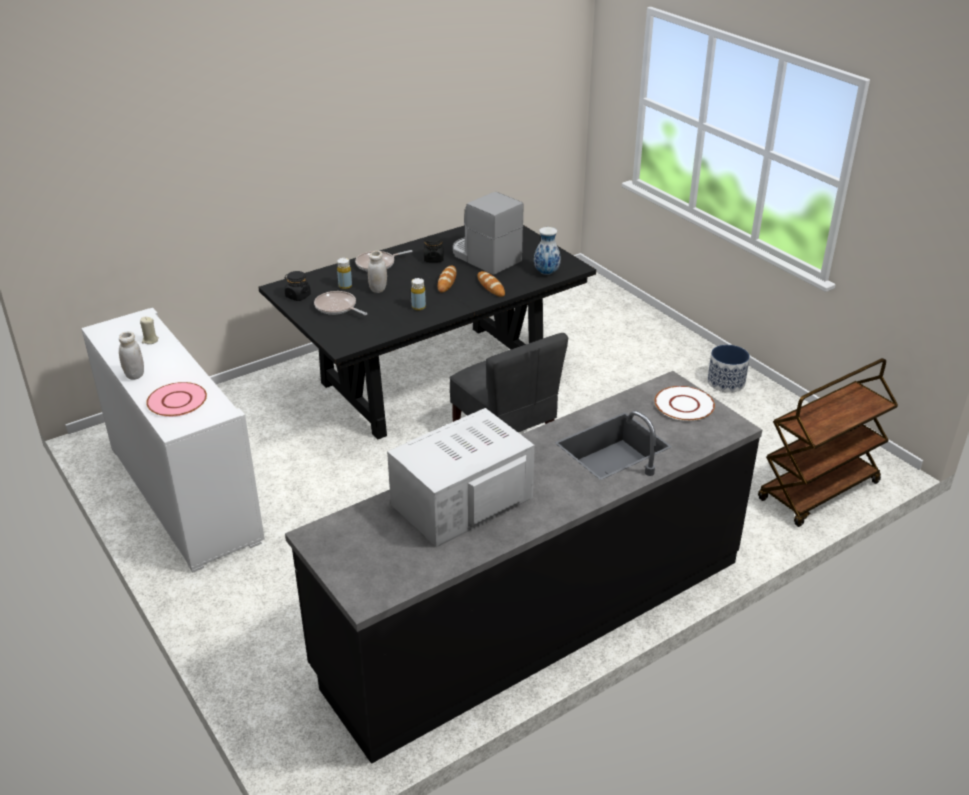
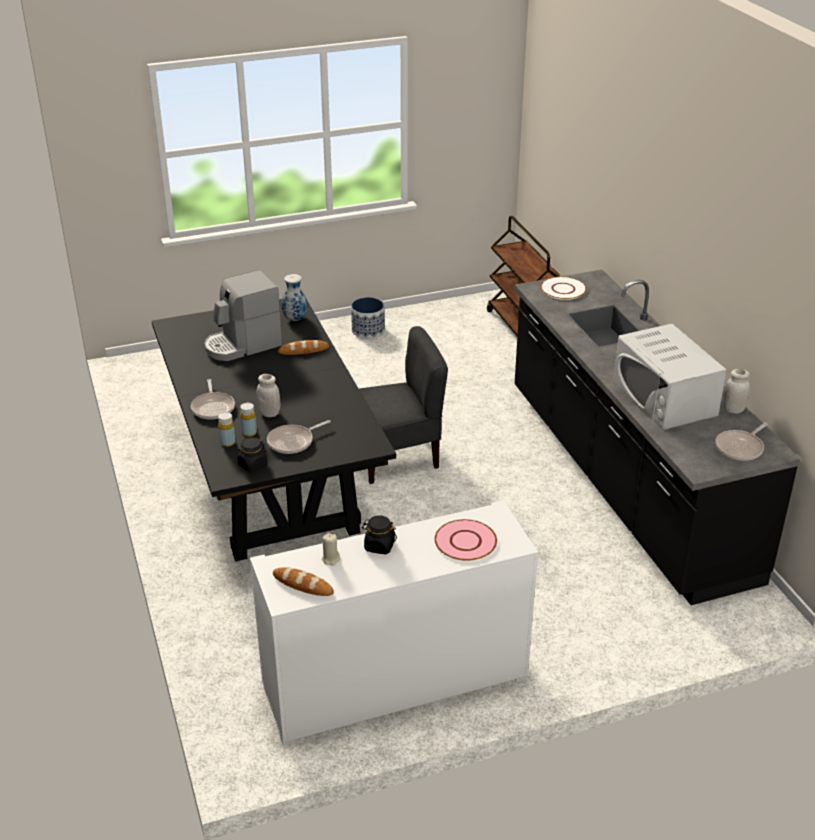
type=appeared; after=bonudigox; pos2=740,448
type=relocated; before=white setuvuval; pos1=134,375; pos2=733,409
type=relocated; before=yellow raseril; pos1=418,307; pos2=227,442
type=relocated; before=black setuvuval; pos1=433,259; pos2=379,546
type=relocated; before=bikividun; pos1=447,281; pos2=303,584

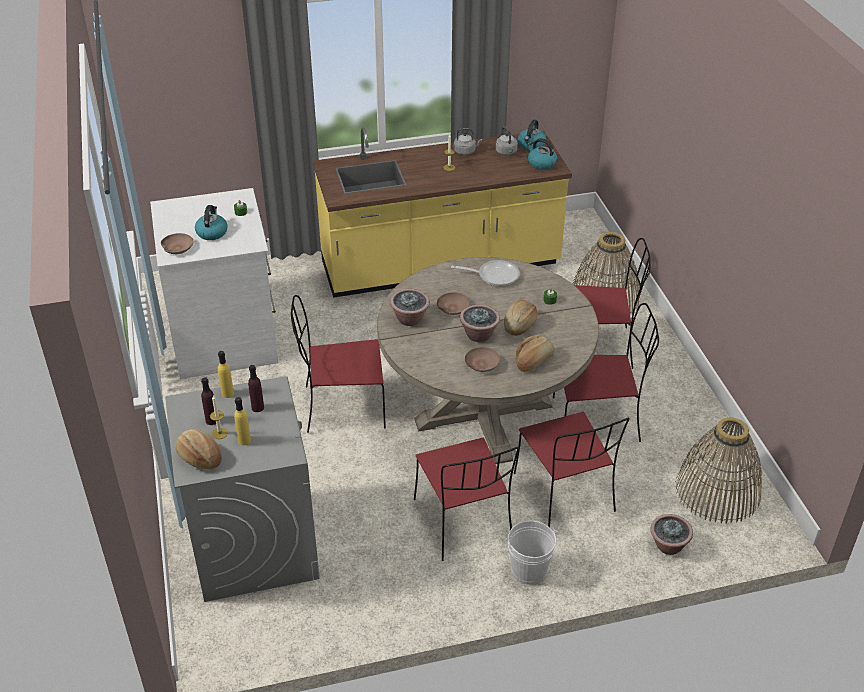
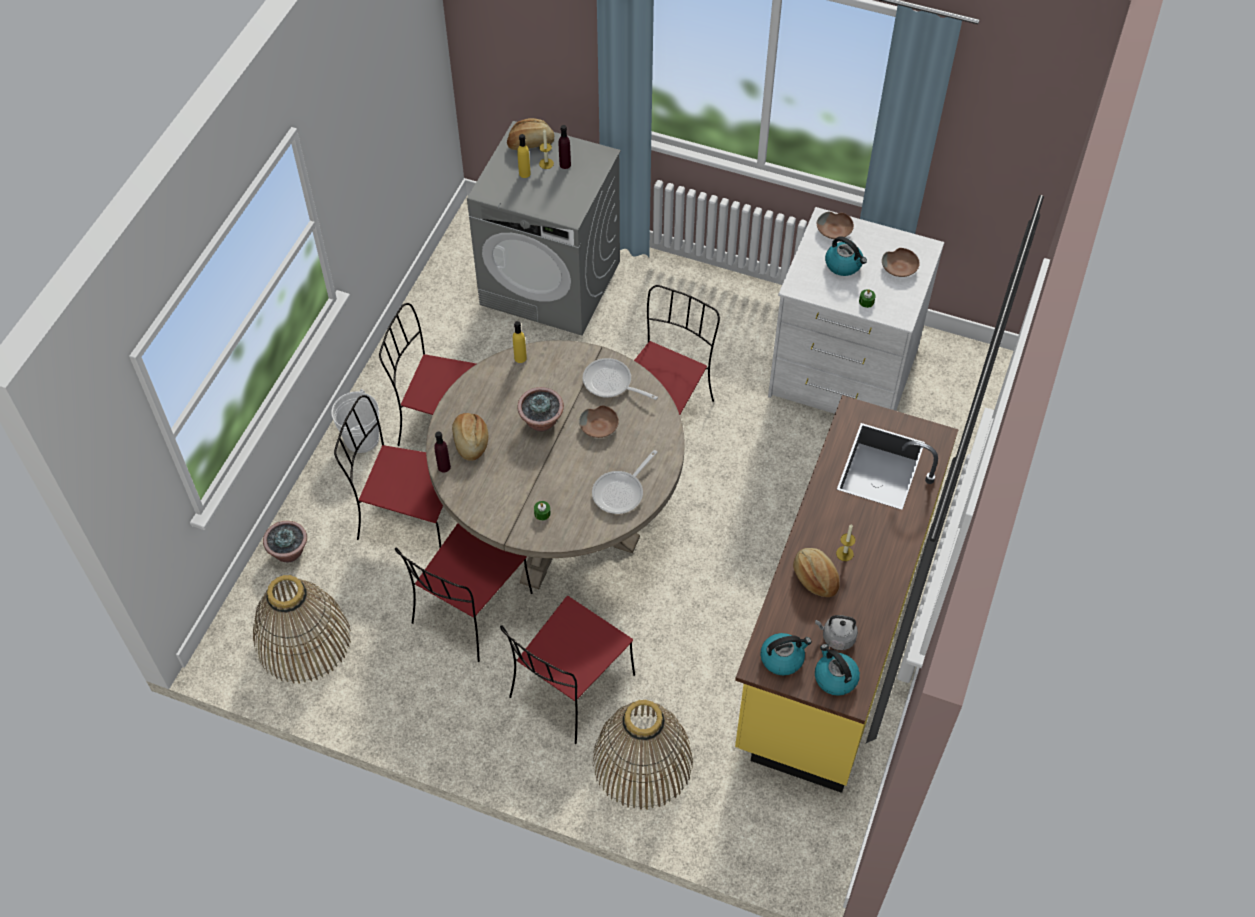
type=missing; before=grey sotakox; pos1=466,151
type=relocated; before=yellow raseril; pos1=227,393; pos2=520,358
type=relocated; before=purple raseril; pos1=257,408; pos2=444,467
type=relocated; before=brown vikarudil; pos1=481,364; pos2=900,267
type=relocated; before=bikividun; pos1=519,324; pos2=815,577
type=exchanged; before=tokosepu; after=bonudigox; pos1=410,319; pos2=611,383

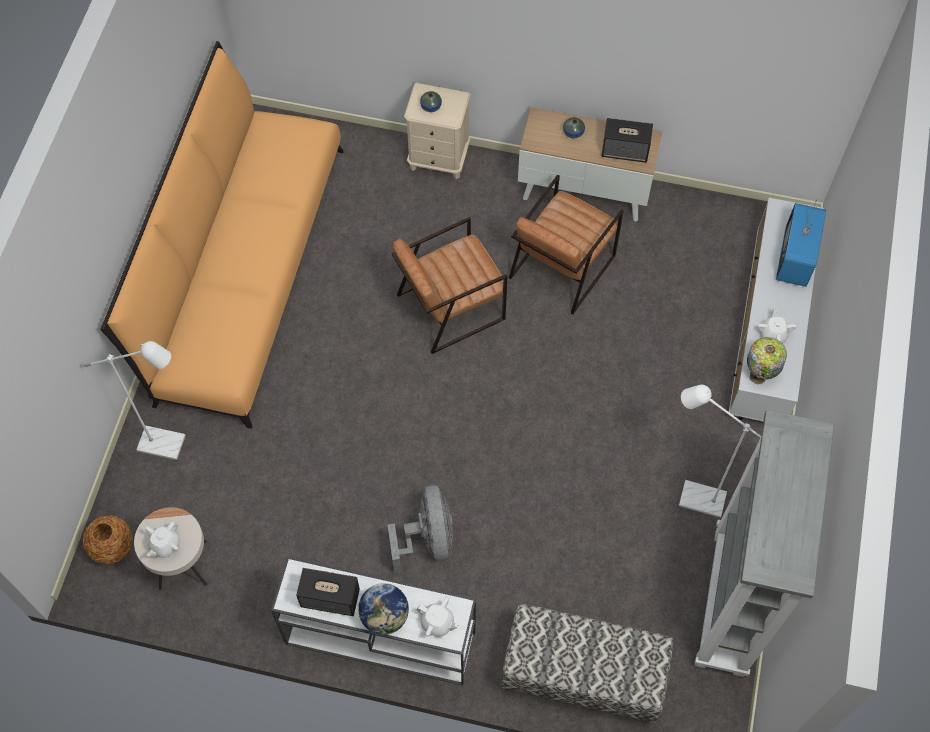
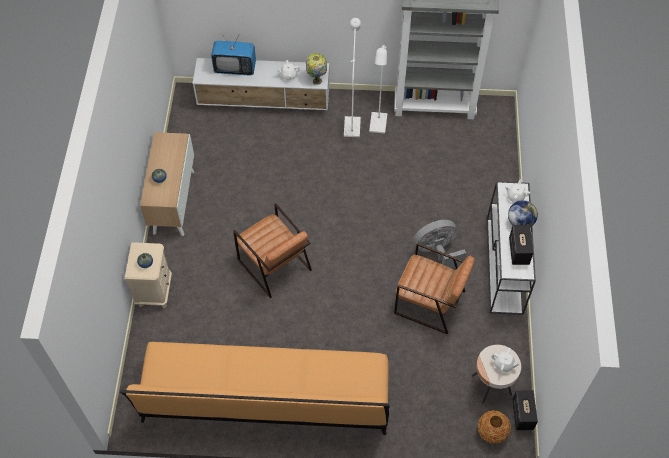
type=missing; before=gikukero; pos1=582,675
type=relocated; before=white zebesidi; pos1=170,445; pos2=352,123
type=relocated; before=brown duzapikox; pos1=561,266; pos2=429,302
type=relocated; before=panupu; pos1=625,151; pos2=522,414

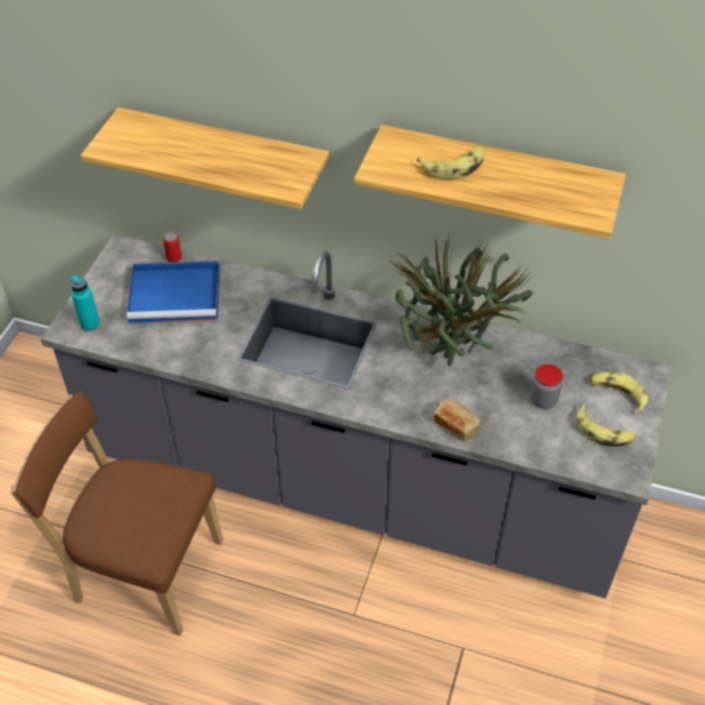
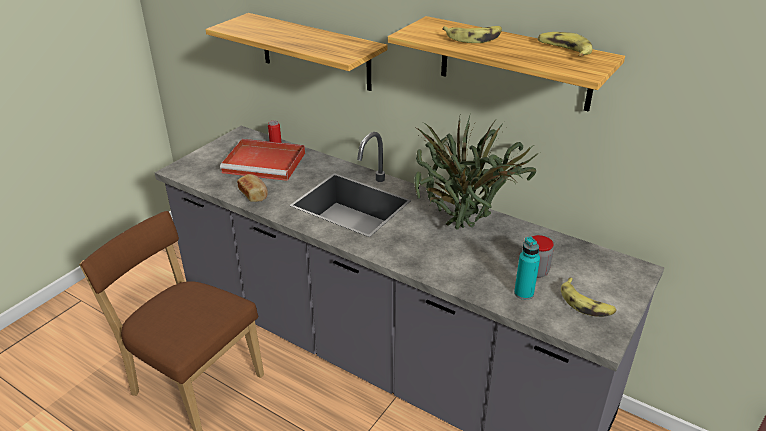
type=relocated; before=turquoise raseril; pos1=90,324; pos2=523,293
type=relocated; before=bikividun; pos1=456,425; pos2=254,194
type=relocated; before=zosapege; pos1=617,394; pos2=564,50
type=colour; before=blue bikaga; after=red bikaga; pos1=177,295; pos2=266,163

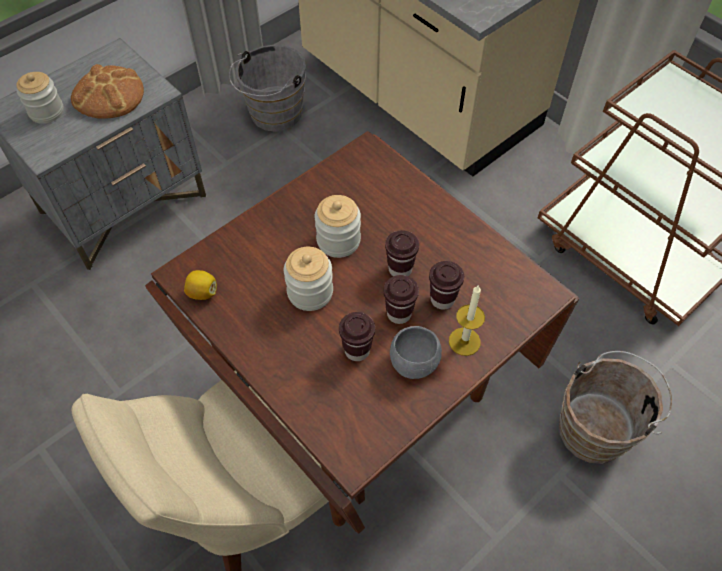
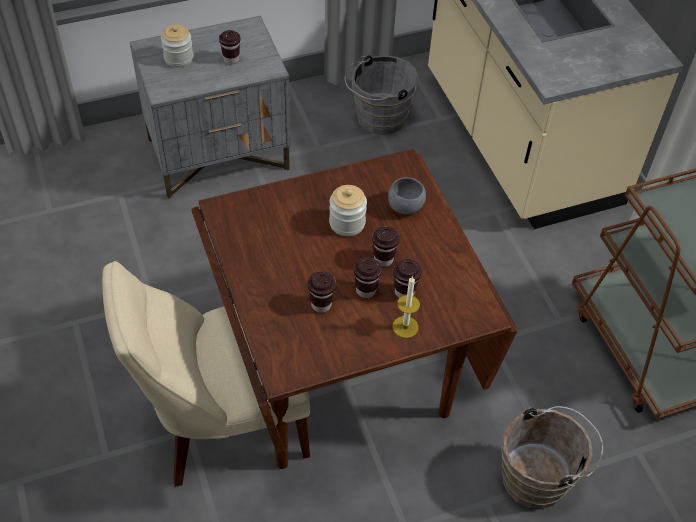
type=missing; before=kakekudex; pos1=202,292
type=missing; before=setuvuval; pos1=310,292
type=relocated; before=grey vikarudil; pos1=414,362; pos2=405,206
type=exchanged; before=bikividun; after=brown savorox; pos1=108,95; pos2=231,59

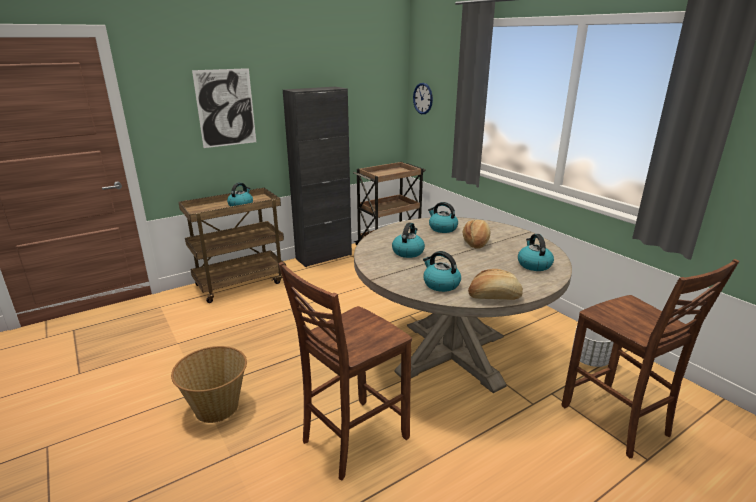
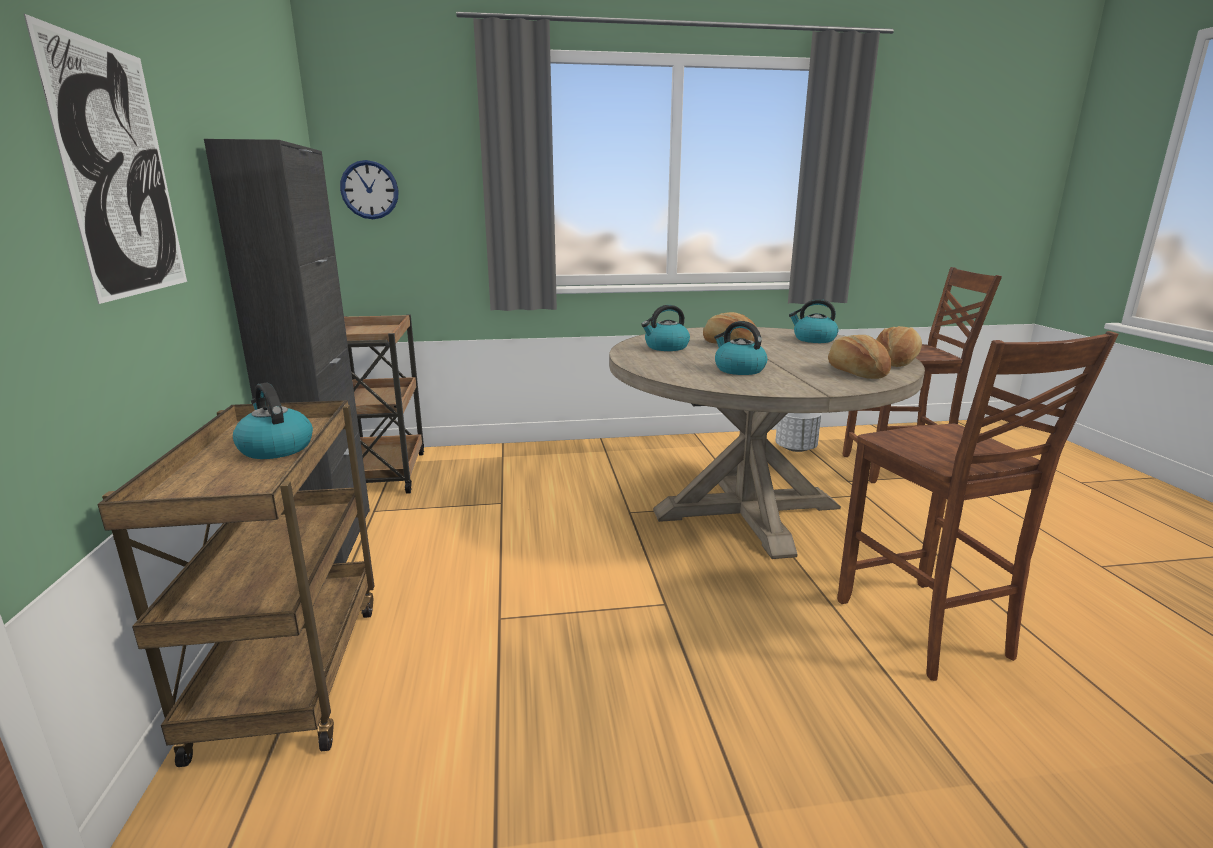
type=missing; before=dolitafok; pos1=216,407
type=exchanged; before=sotakox; after=bikividun; pos1=440,284; pos2=856,372

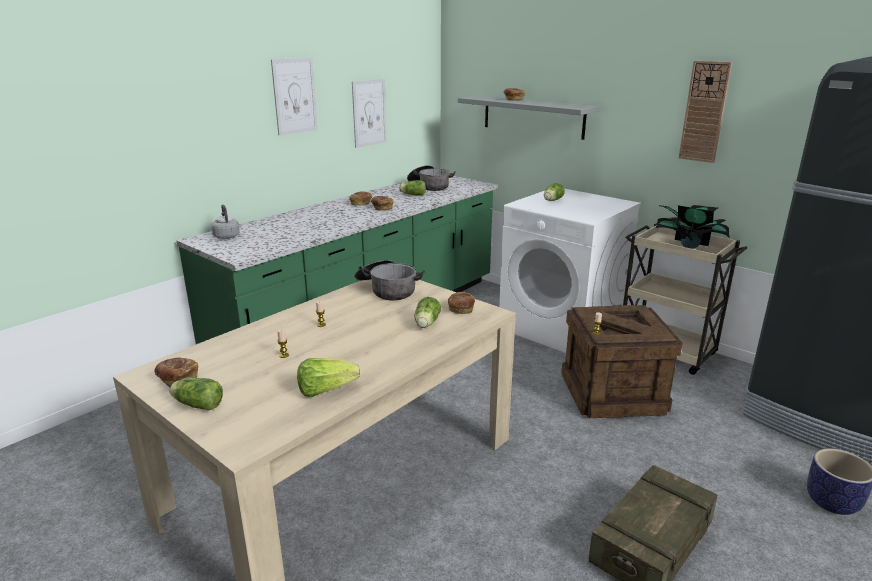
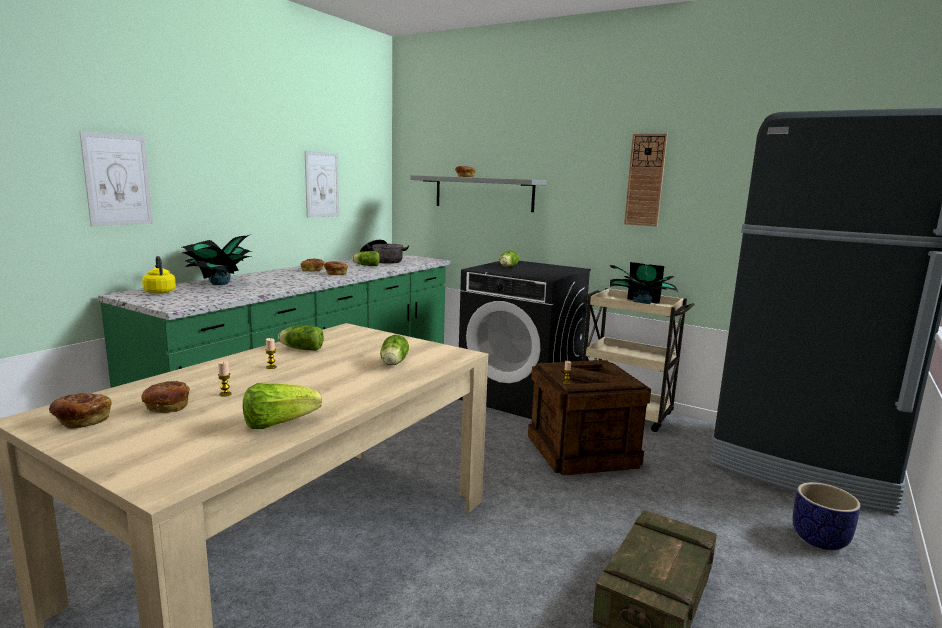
type=missing; before=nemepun; pos1=387,290
type=appeared; after=tokosepu; pos2=219,284
type=relocated; before=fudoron; pos1=197,404; pos2=301,349
type=relocated; before=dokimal; pos1=295,96; pos2=117,180
type=relocated; before=bikividun; pos1=460,310; pos2=167,407
type=colour; before=grey sotakox; after=yellow sotakox; pos1=226,236; pos2=159,292
type=colour; before=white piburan; after=black piburan; pos1=561,327; pos2=520,396

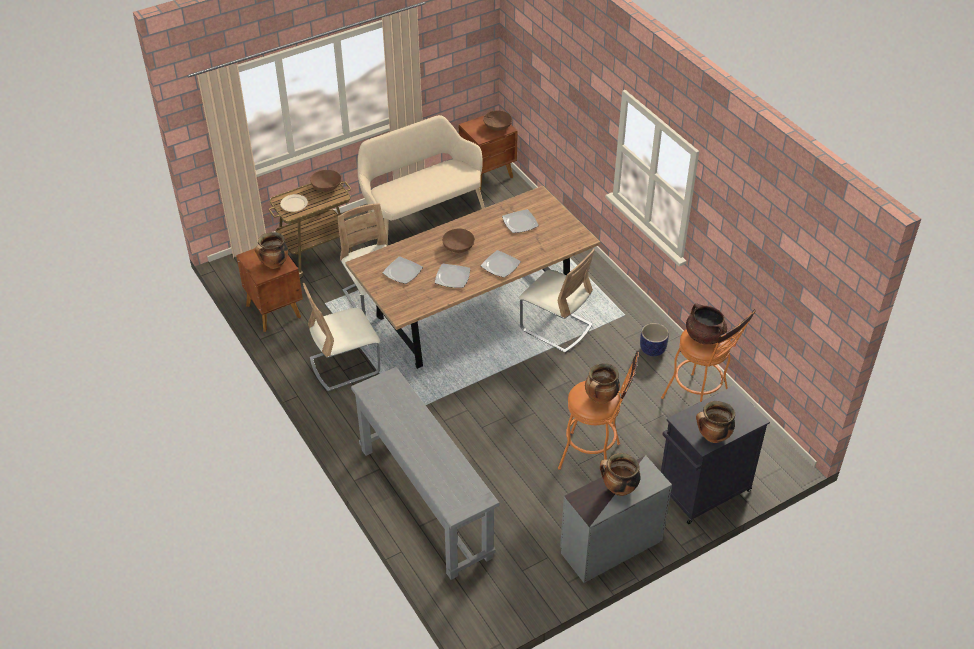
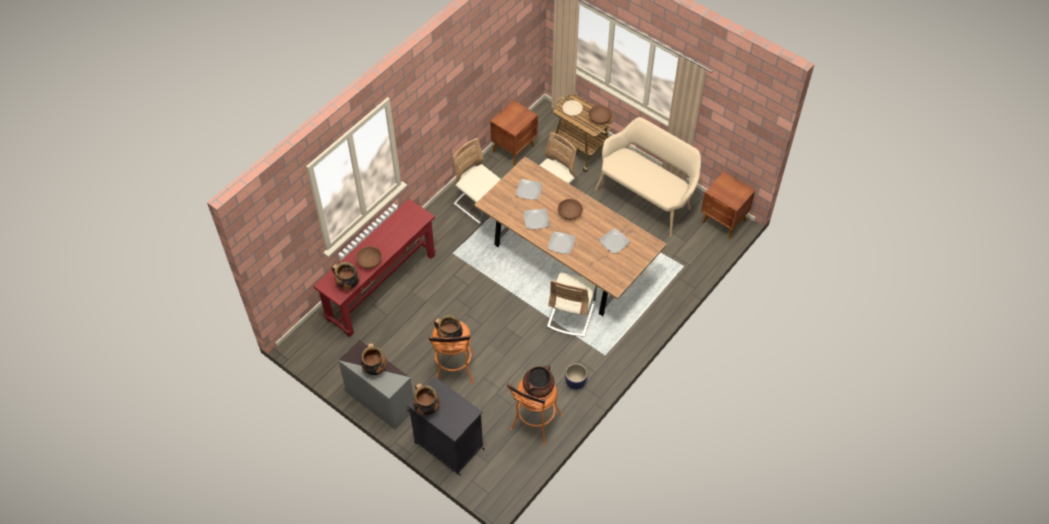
type=relocated; before=nemepun; pos1=274,264; pos2=347,284
type=relocated; before=brown vikarudil; pos1=497,126; pos2=369,261
type=colour; before=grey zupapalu; after=red zupapalu; pos1=425,502; pos2=381,287

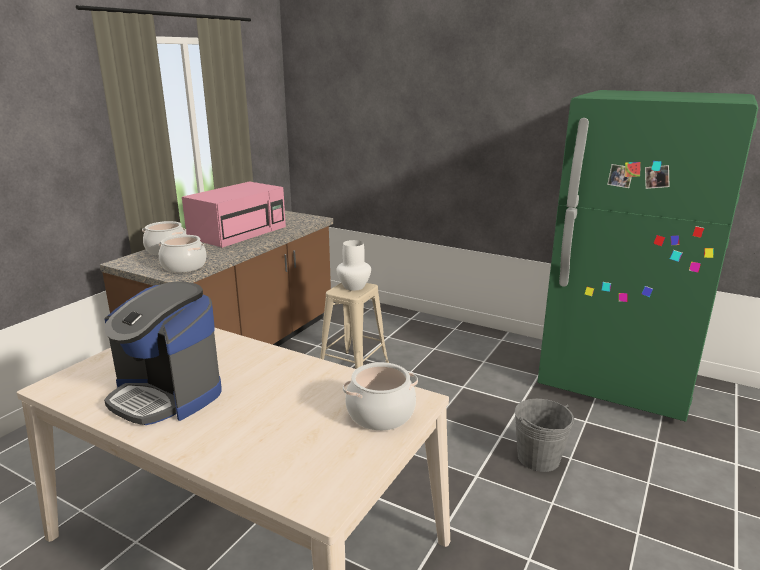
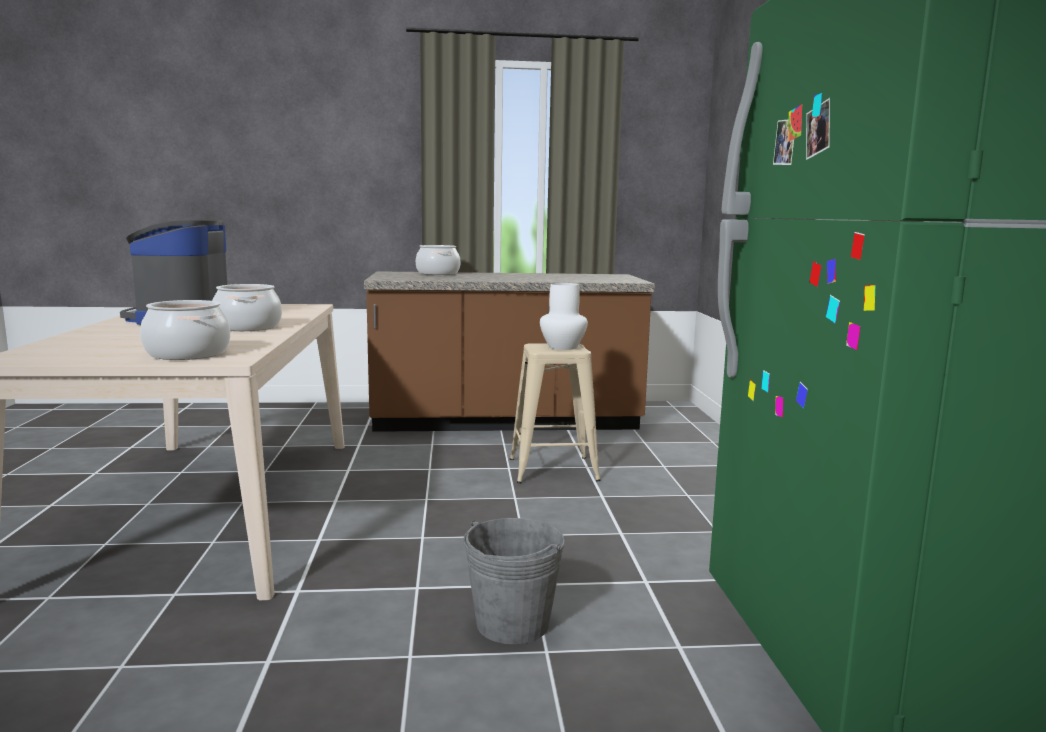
type=missing; before=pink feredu; pos1=239,232
type=relocated; before=nemepun; pos1=184,266; pos2=248,327

